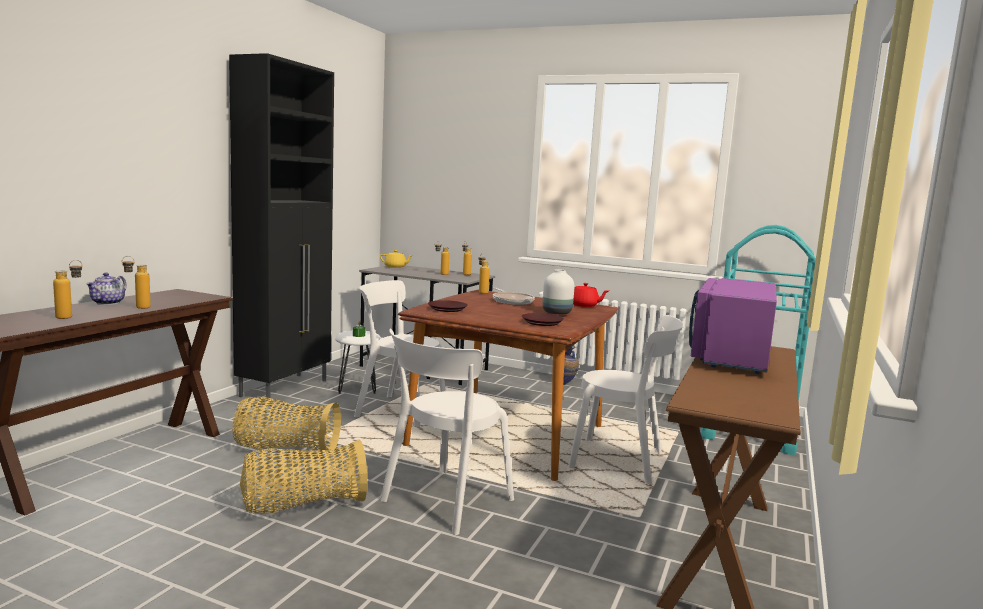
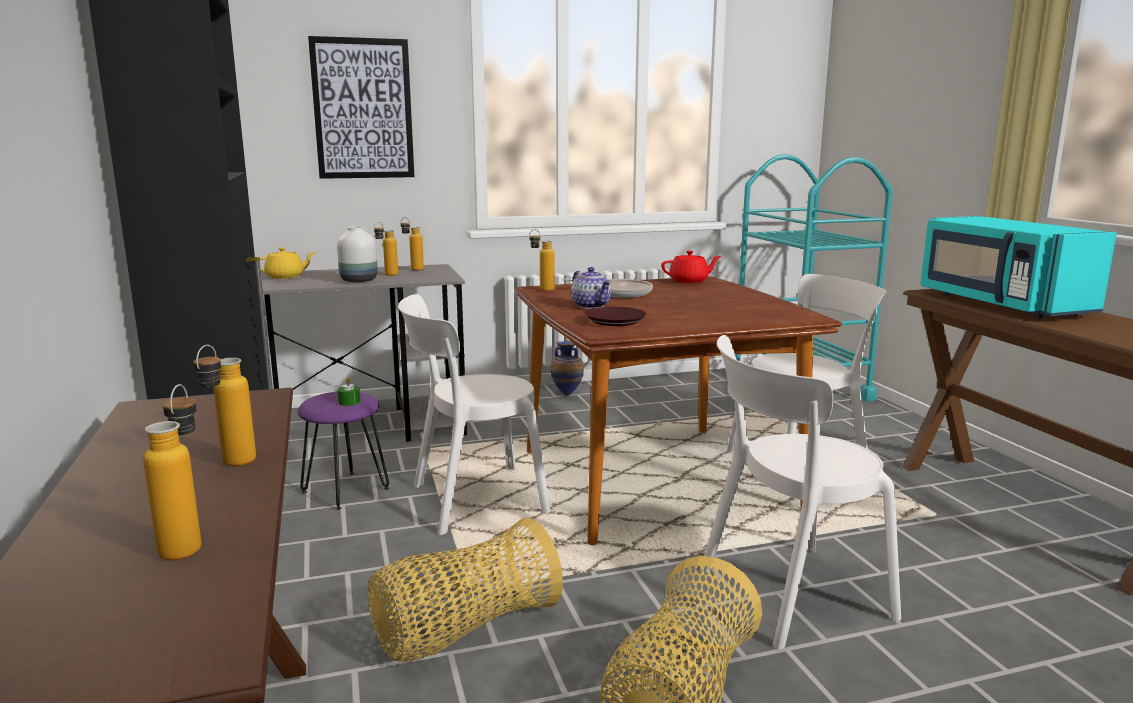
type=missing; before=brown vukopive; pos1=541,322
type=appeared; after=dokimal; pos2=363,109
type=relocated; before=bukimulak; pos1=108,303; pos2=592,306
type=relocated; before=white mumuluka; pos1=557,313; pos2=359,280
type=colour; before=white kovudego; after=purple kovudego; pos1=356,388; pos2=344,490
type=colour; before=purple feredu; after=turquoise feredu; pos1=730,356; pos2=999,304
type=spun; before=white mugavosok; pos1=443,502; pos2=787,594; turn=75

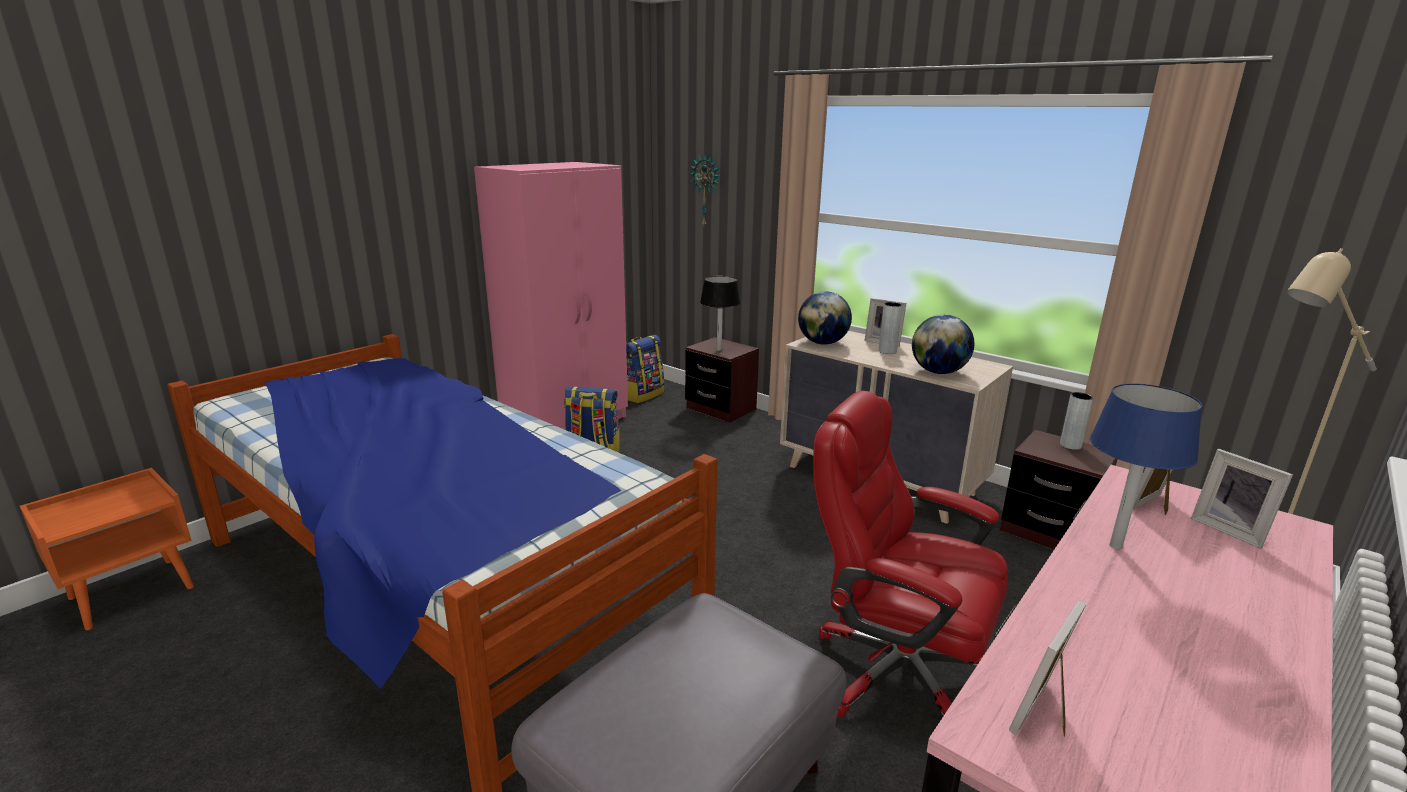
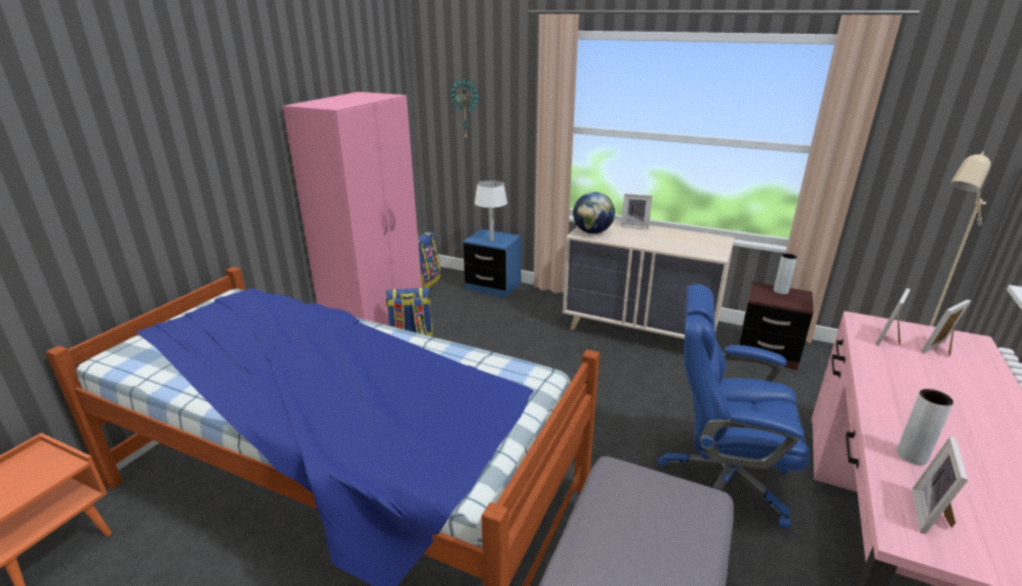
type=missing; before=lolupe; pos1=938,372
type=missing; before=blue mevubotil; pos1=1116,546
type=relocated; before=grey mumuluka; pos1=887,351; pos2=911,455
type=colour; before=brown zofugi; after=blue zofugi; pos1=721,409; pos2=493,286
type=colour; before=black mevubotil; after=white mevubotil; pos1=719,350; pos2=491,240
type=colour; before=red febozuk; after=blue febozuk; pos1=895,672; pos2=722,480
type=spun; before=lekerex; pos1=1230,529; pos2=941,350; turn=105

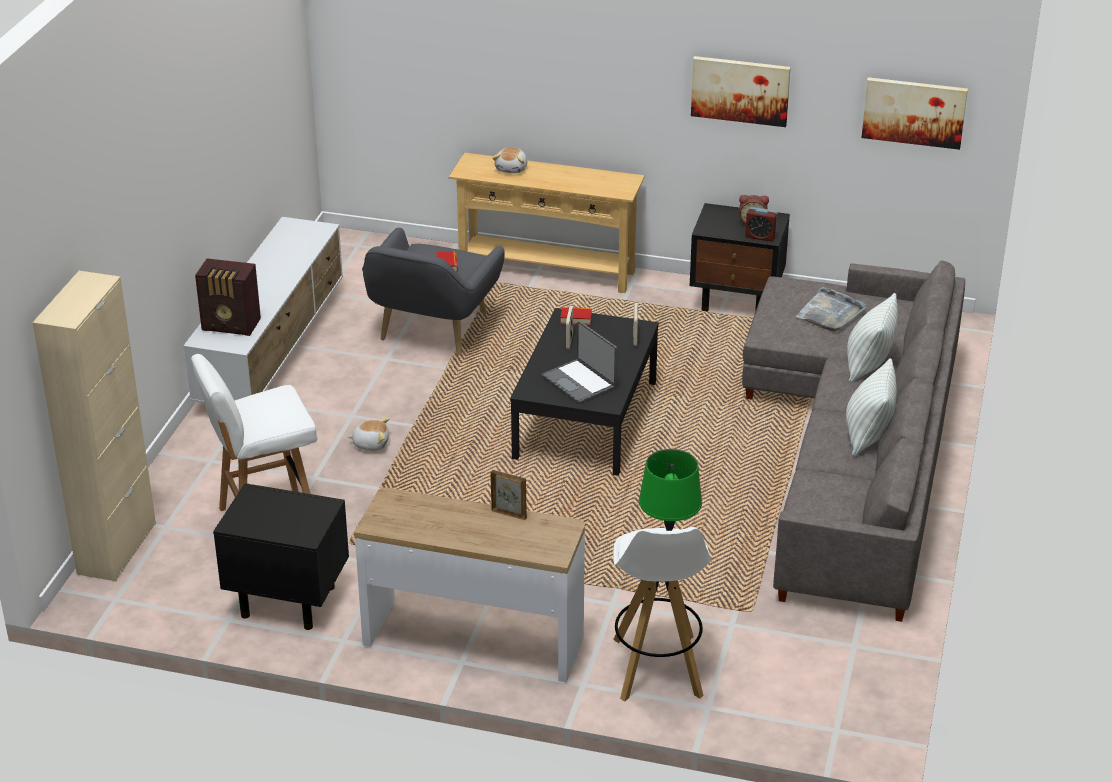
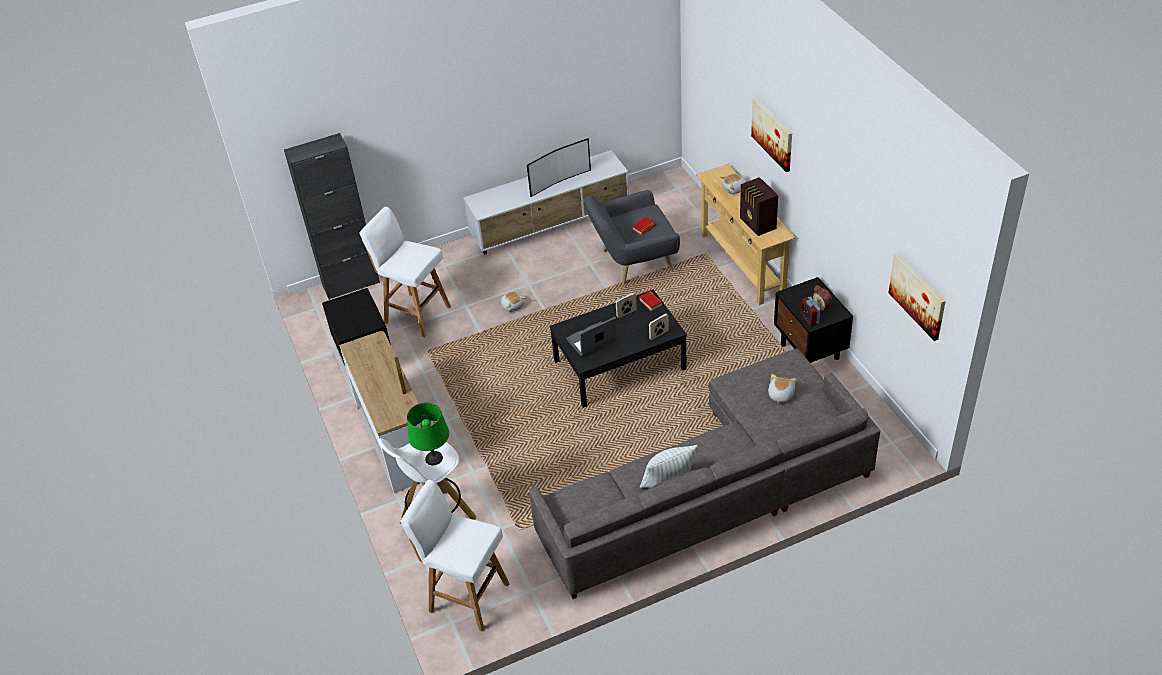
type=missing; before=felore; pos1=868,365
type=appeared; after=white kovudego; pos2=467,596
type=appeared; after=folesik; pos2=559,182
type=relocated; before=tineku; pos1=232,325; pos2=757,224
type=relocated; before=dokimal; pos1=740,90; pos2=773,134
type=exchanged; before=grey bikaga; after=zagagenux; pos1=830,313; pos2=780,395
type=colour; before=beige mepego; after=black mepego; pos1=117,548; pos2=351,284
type=spun; before=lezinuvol; pos1=580,382; pos2=592,341; turn=45

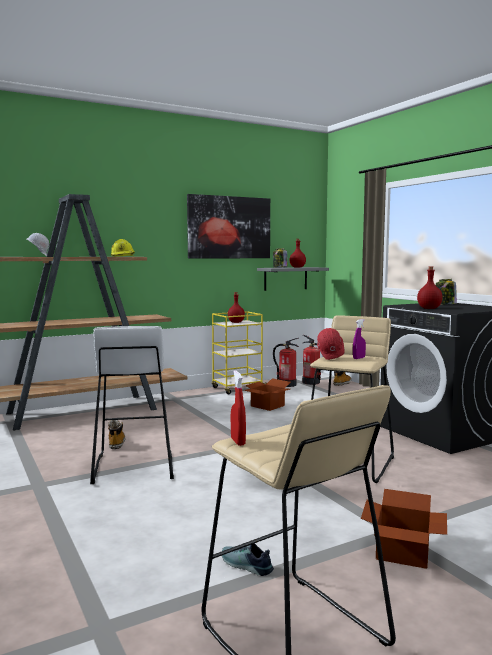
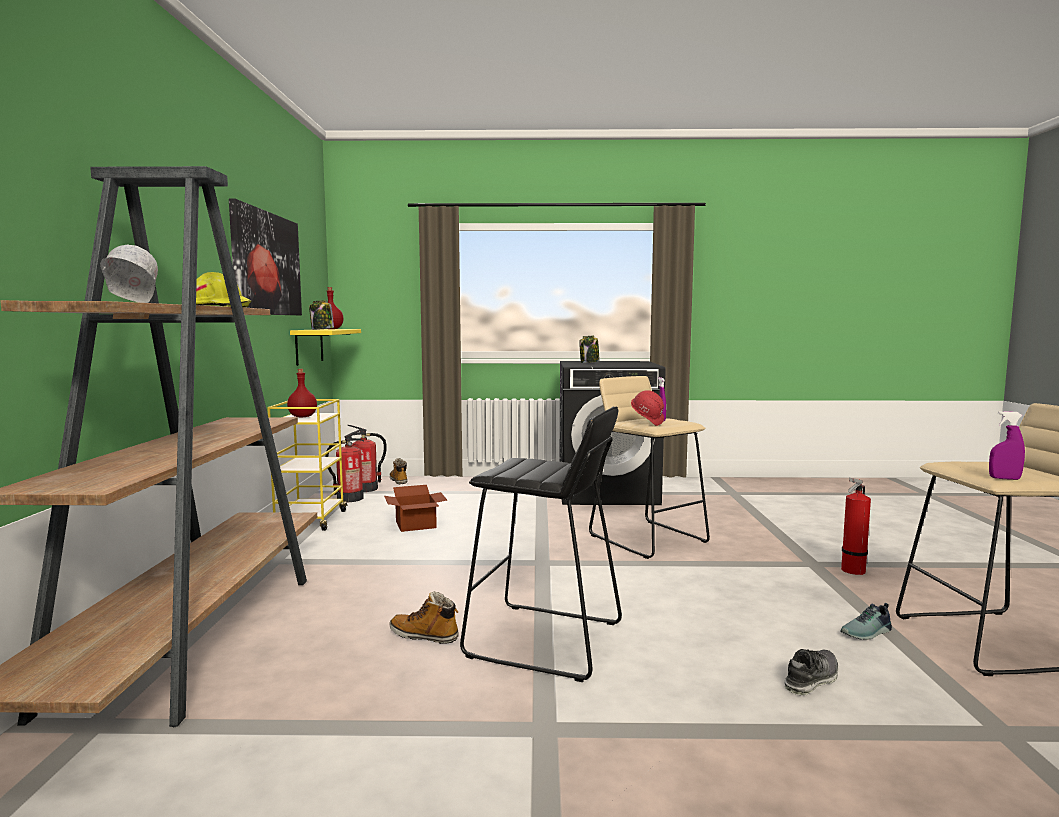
type=missing; before=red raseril; pos1=428,308
type=appeared; after=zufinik; pos2=811,680
type=exchanged; before=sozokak; after=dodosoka; pos1=401,552; pos2=851,571
type=colour; before=white kovudego; after=black kovudego; pos1=133,467; pos2=545,641
type=colour; before=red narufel; after=purple narufel; pos1=238,441; pos2=1004,478
type=colour; before=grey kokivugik; after=yellow kokivugik; pos1=285,278; pos2=309,346

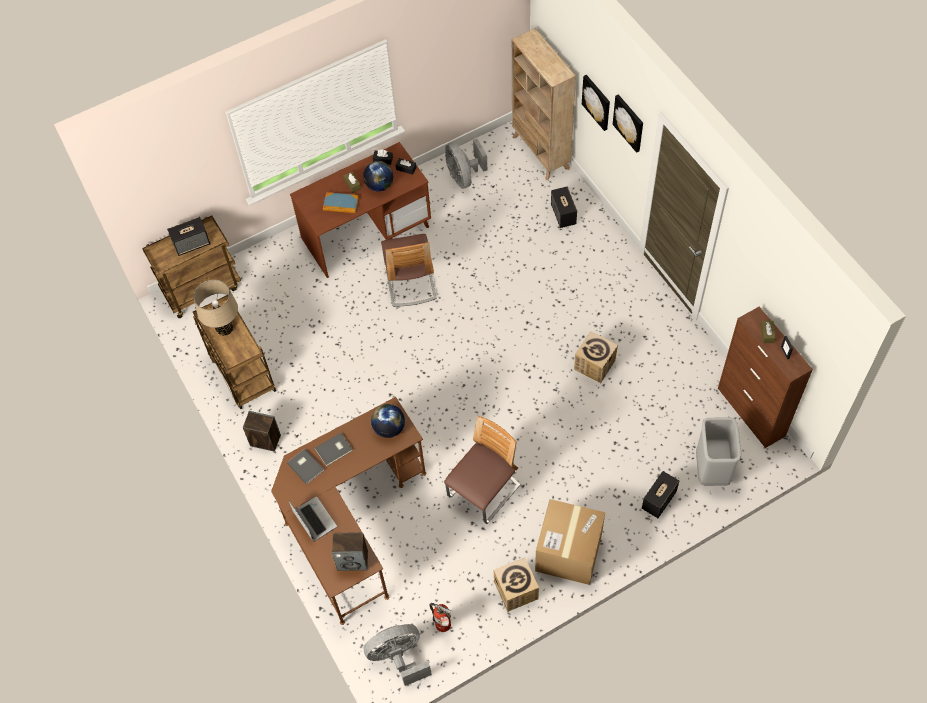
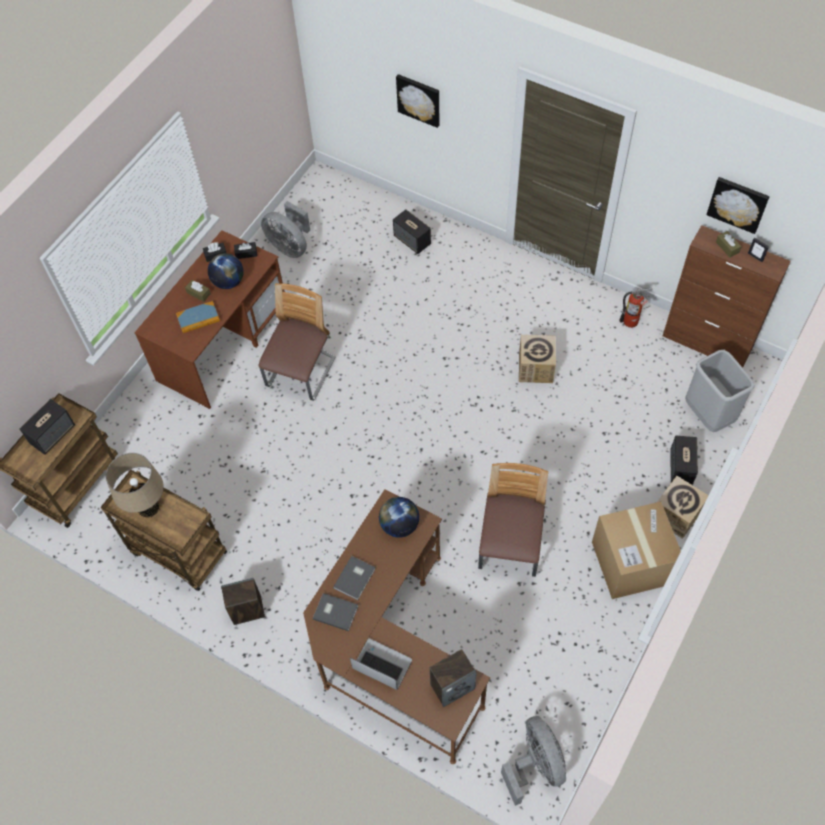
type=missing; before=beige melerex; pos1=540,153
type=relocated; before=dodosoka; pos1=444,627; pos2=632,322
type=relocated; before=sozokak; pos1=516,590; pos2=676,515
type=relocated; before=dokimal; pos1=629,122; pos2=738,203
type=spun; before=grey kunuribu; pos1=398,657; pos2=535,765; turn=120
type=spun; before=mugavosok; pos1=410,282; pos2=301,373; turn=-120

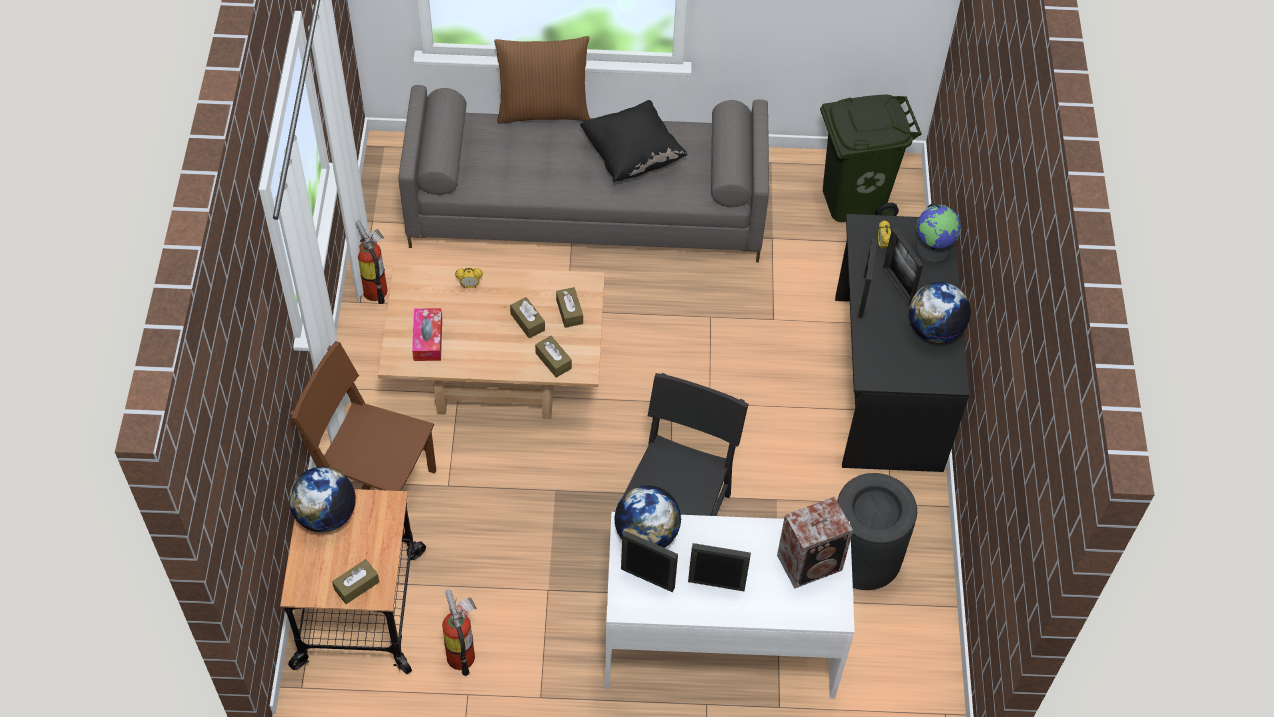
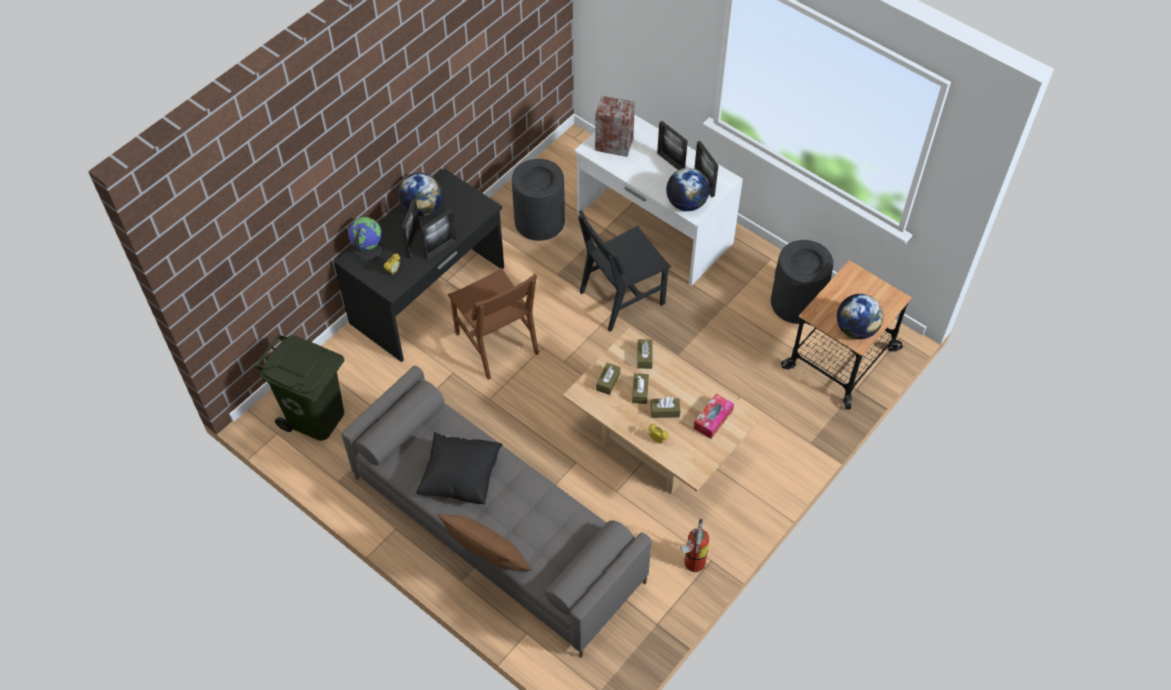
type=relocated; before=brown mugavosok; pos1=376,488; pos2=496,343
type=relocated; before=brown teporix; pos1=356,585; pos2=665,411
type=exchanged; before=dodosoka; after=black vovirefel; pos1=462,652; pos2=797,303

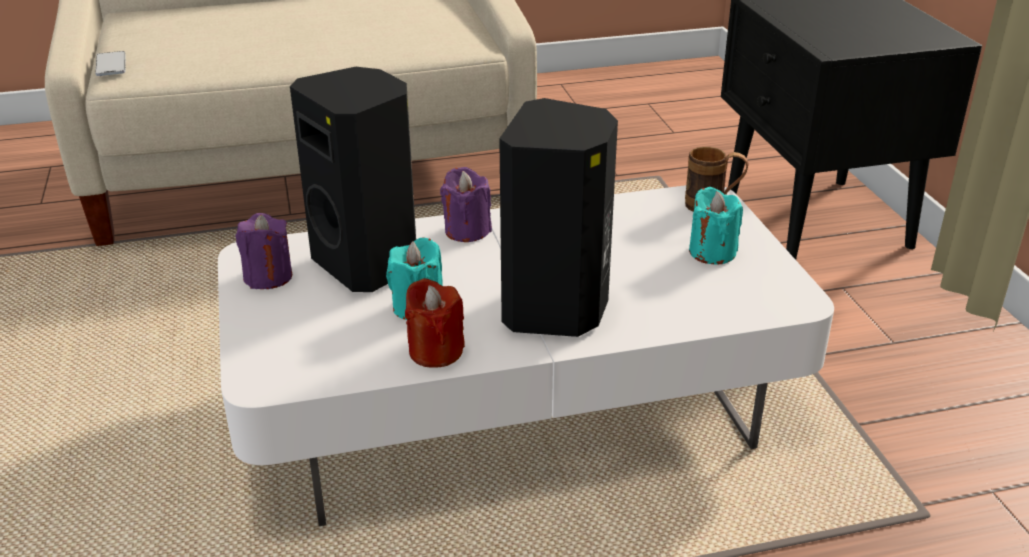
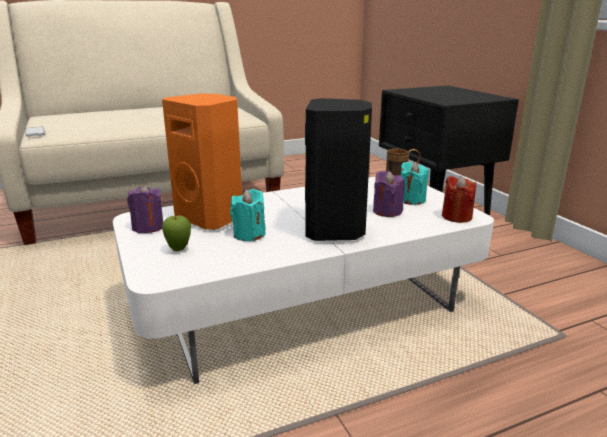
type=appeared; after=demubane; pos2=178,250
type=relocated; before=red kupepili; pos1=435,351; pos2=456,217
type=relocated; before=purple kupepili; pos1=467,231; pos2=387,211
type=colour; before=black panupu; after=orange panupu; pos1=369,264; pos2=212,217

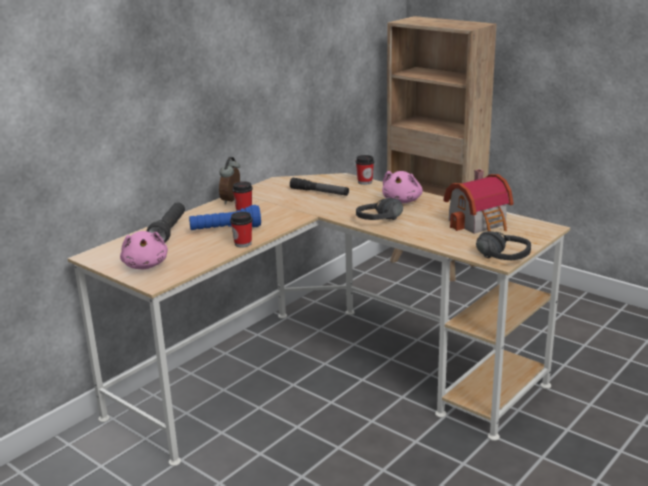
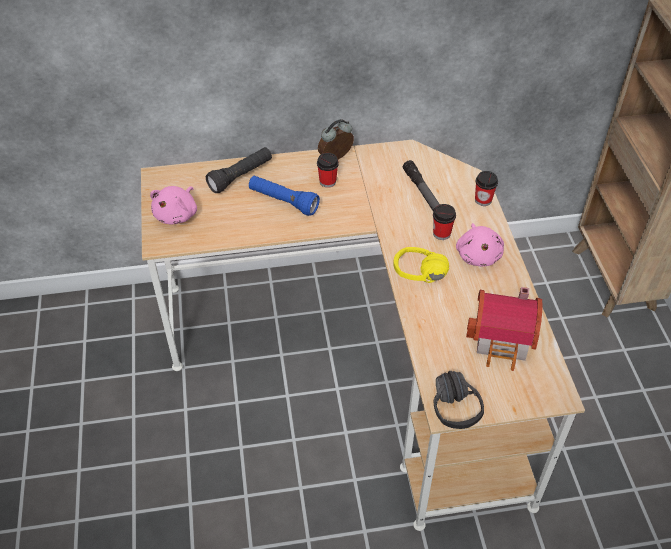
type=relocated; before=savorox; pos1=243,244; pos2=441,233
type=colour; before=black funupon; after=yellow funupon; pos1=383,222; pos2=419,278
type=spun; before=pink zagagenux; pos1=402,201; pos2=478,255; turn=-60

